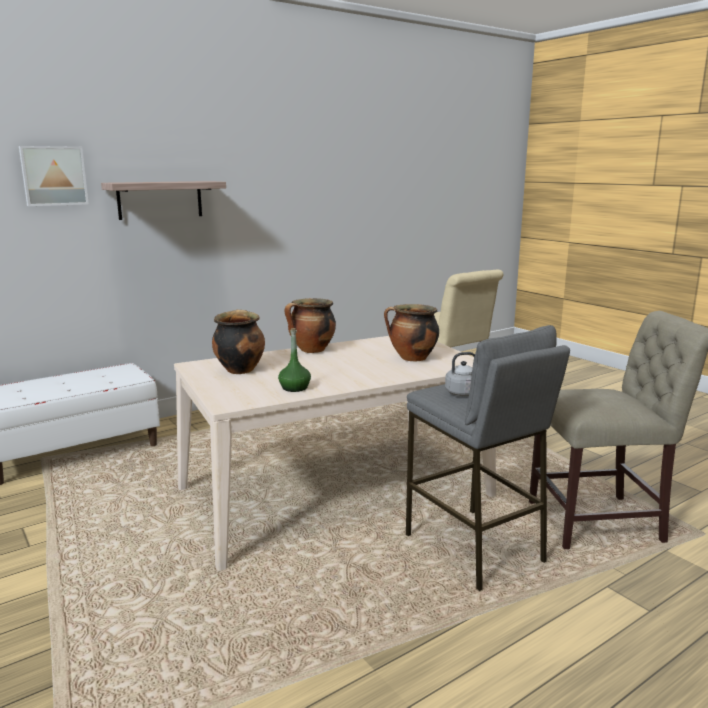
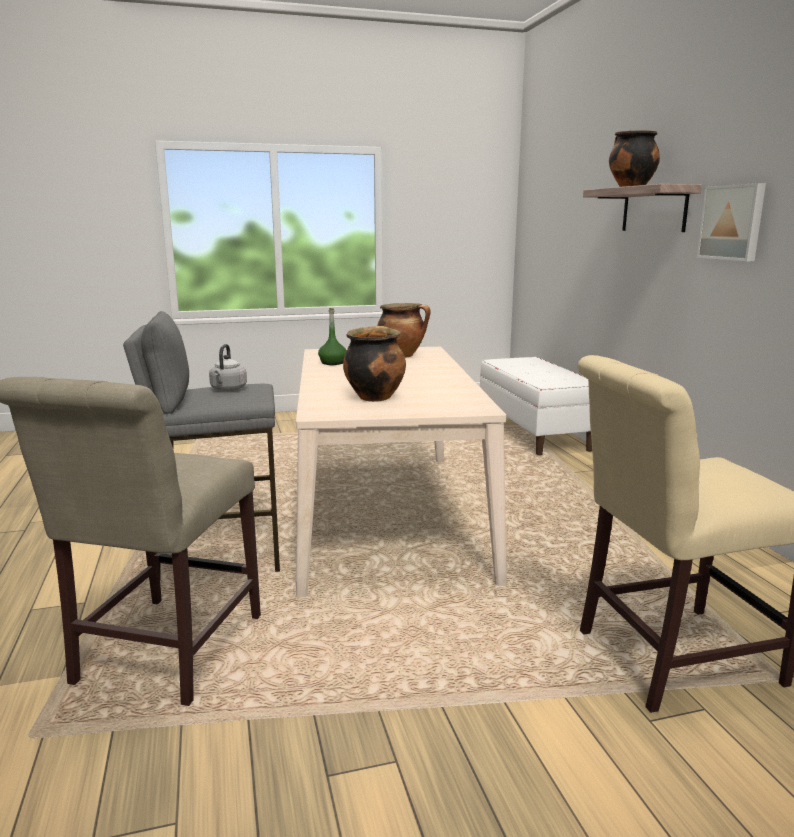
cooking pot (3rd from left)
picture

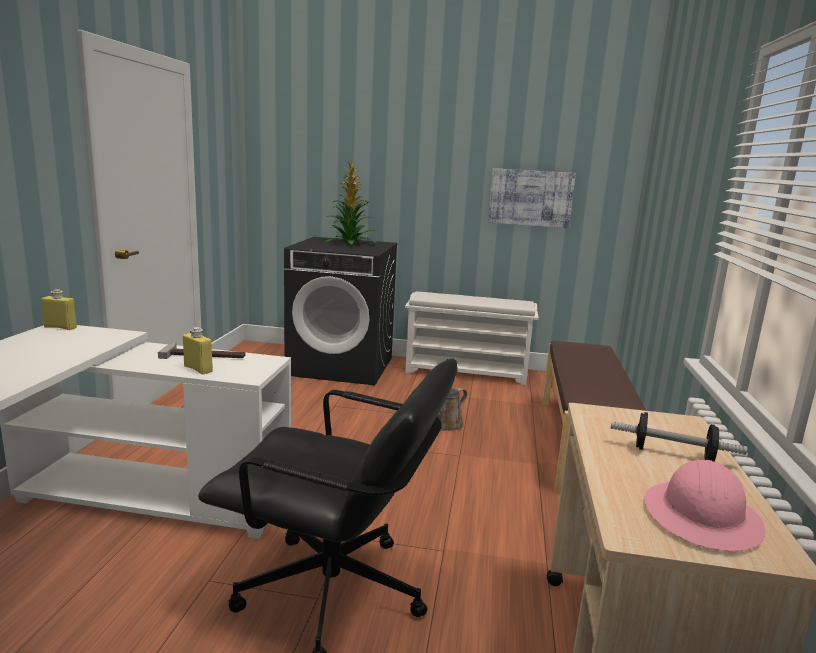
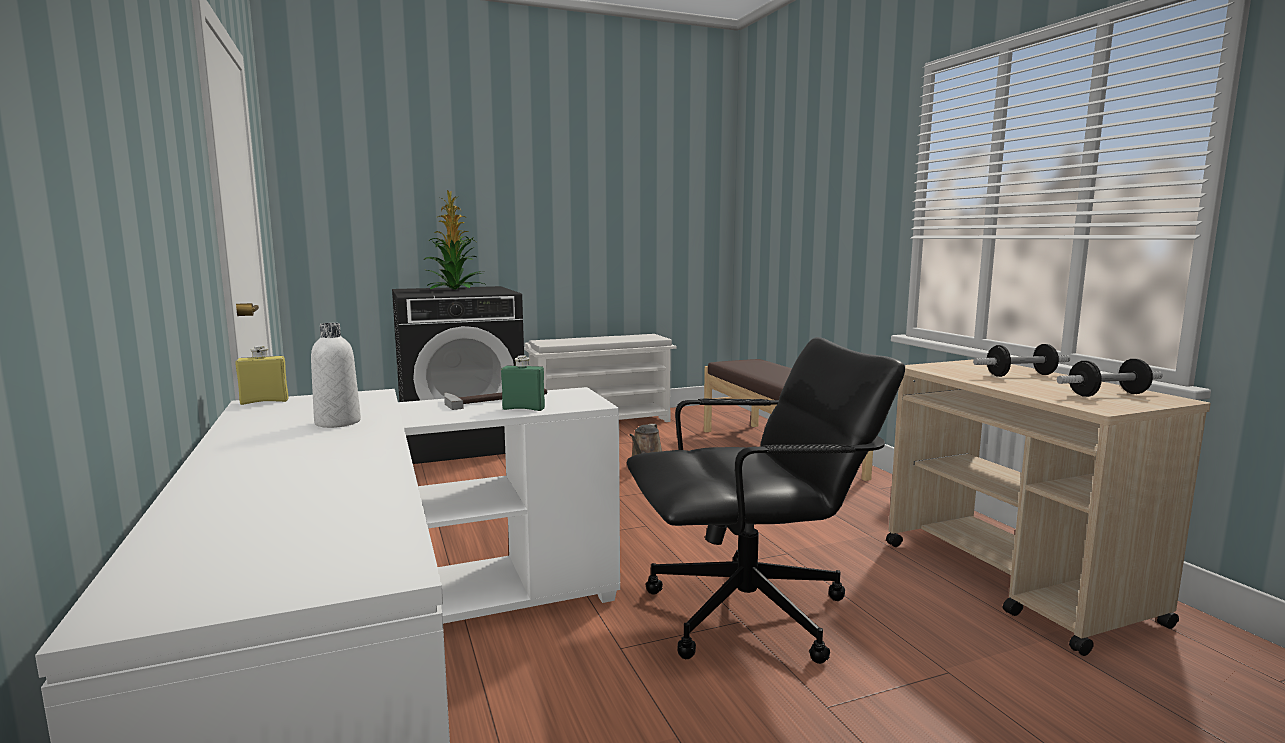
bottle (white)
bottle (green)
dumbbell (2nd from left)
picture

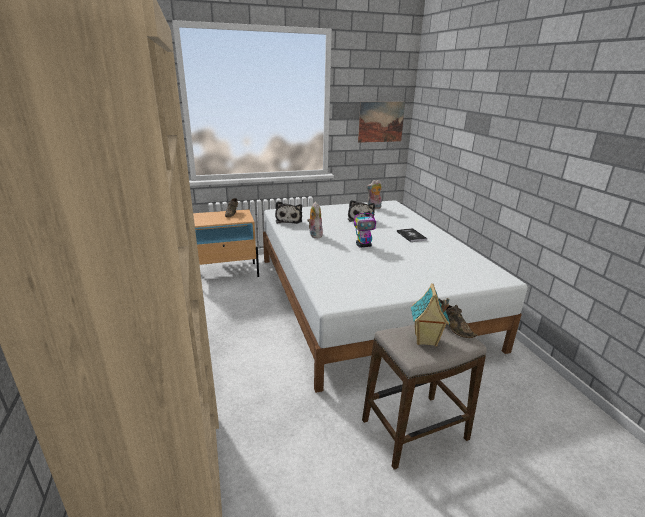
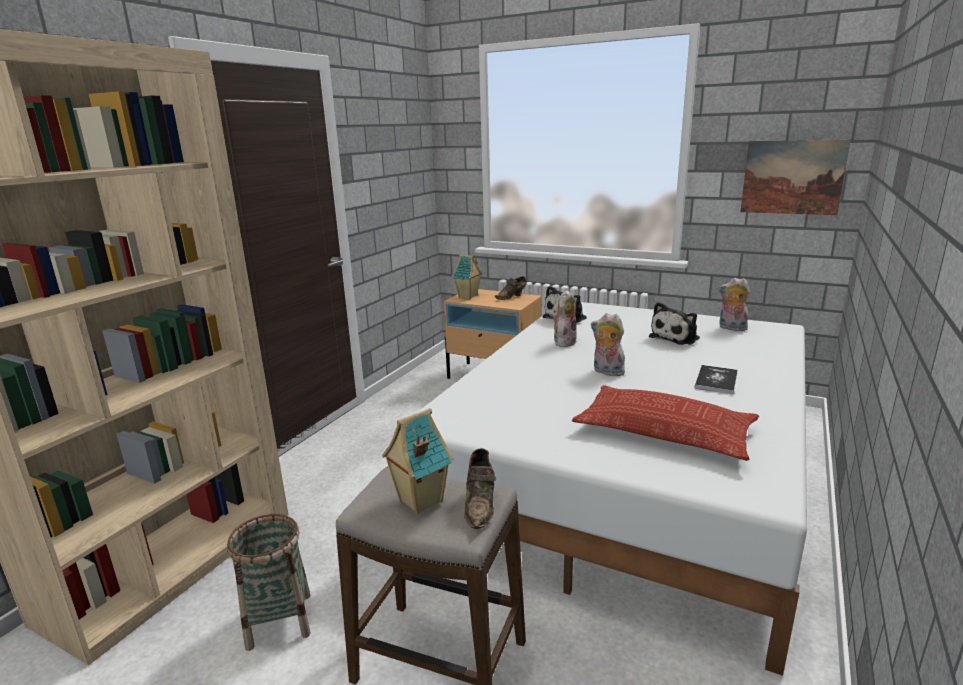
basket
toy house (2nd from left)
pillow
plush toy (3rd from left)

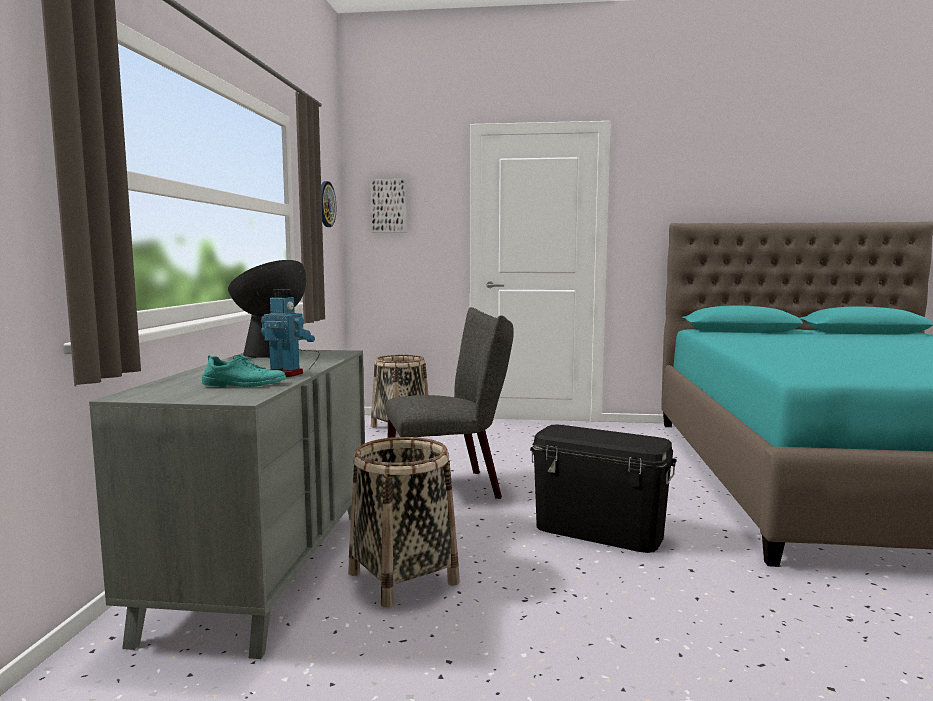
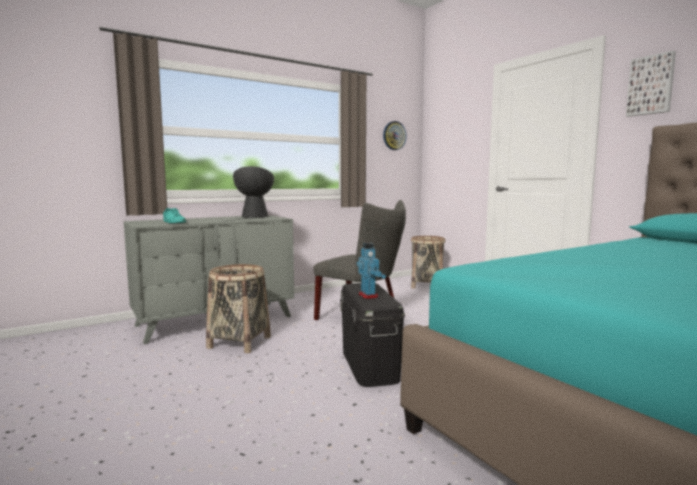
toy robot
picture

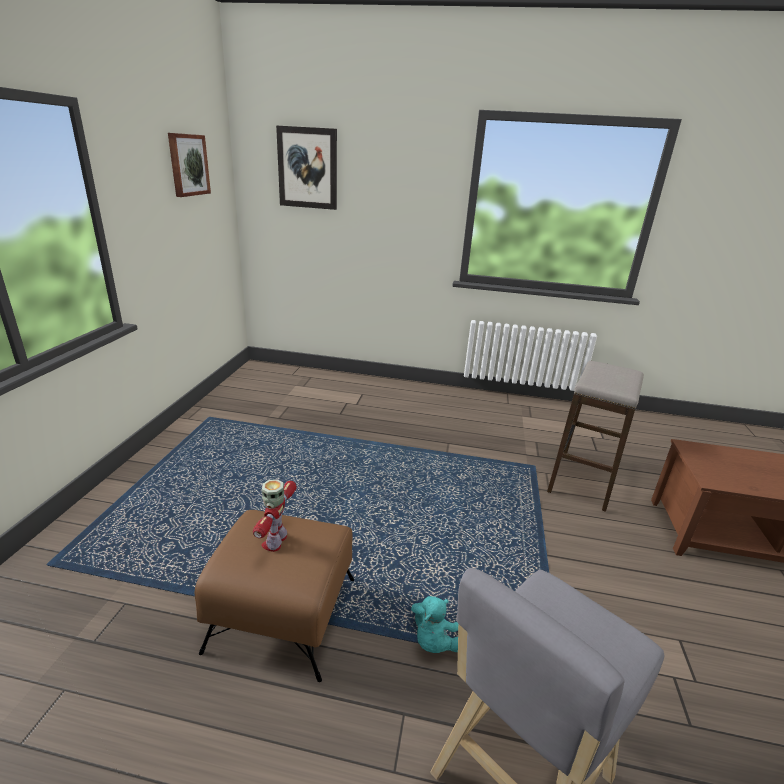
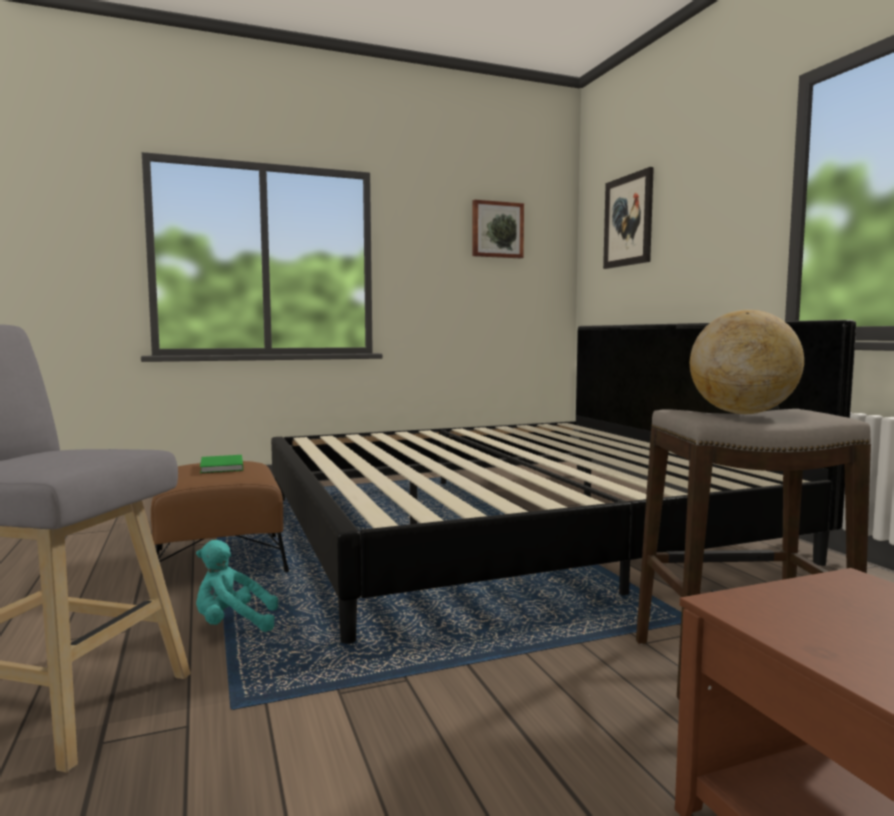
book (green)
bed
globe

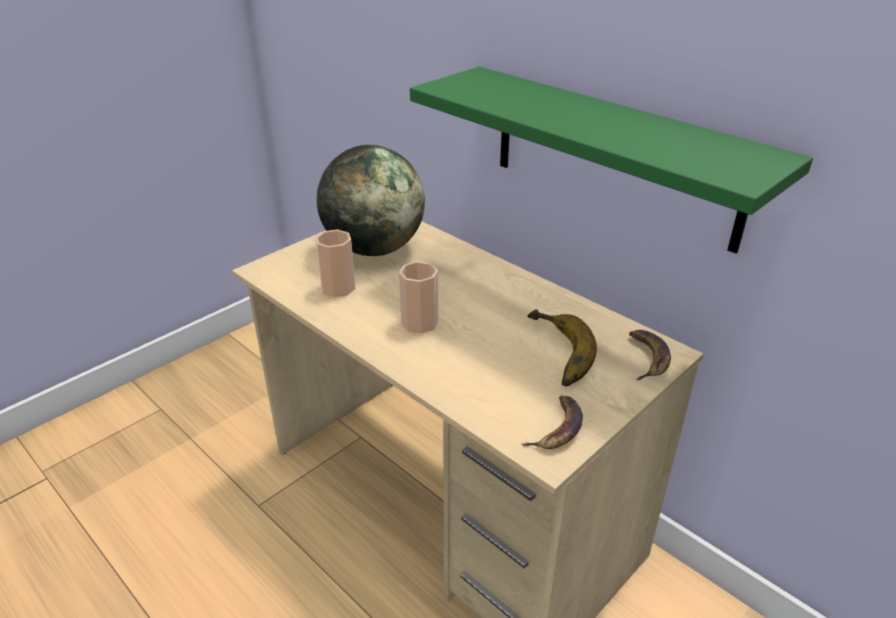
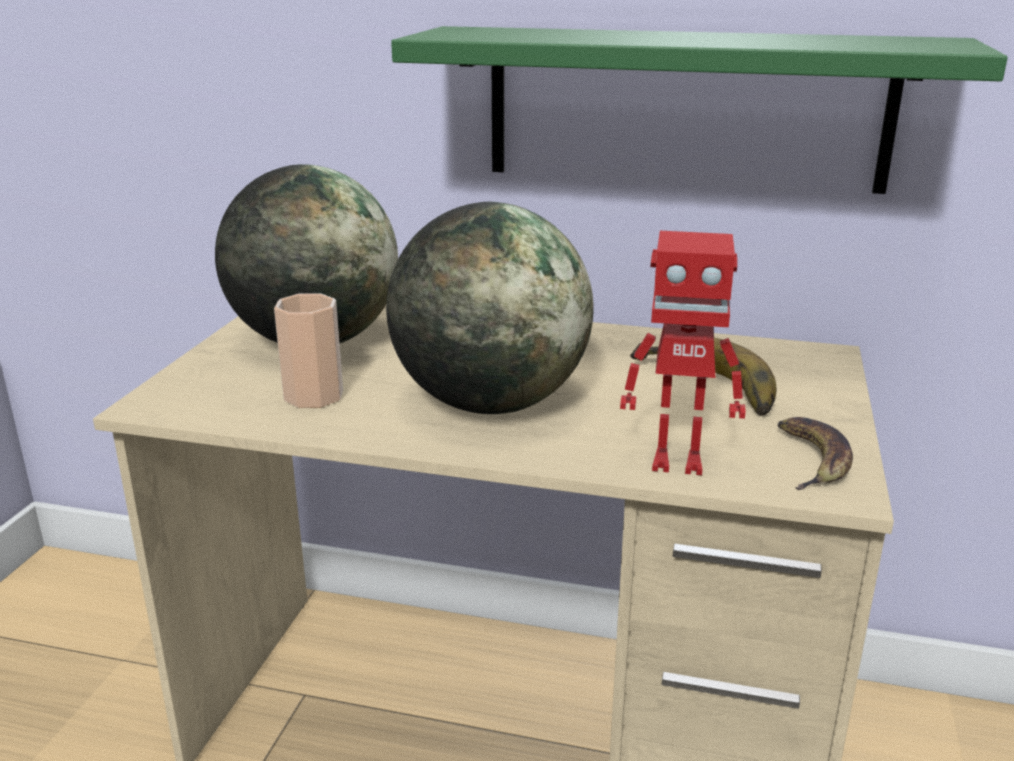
globe (2nd from left)
toy robot
banana (3rd from left in the first image)

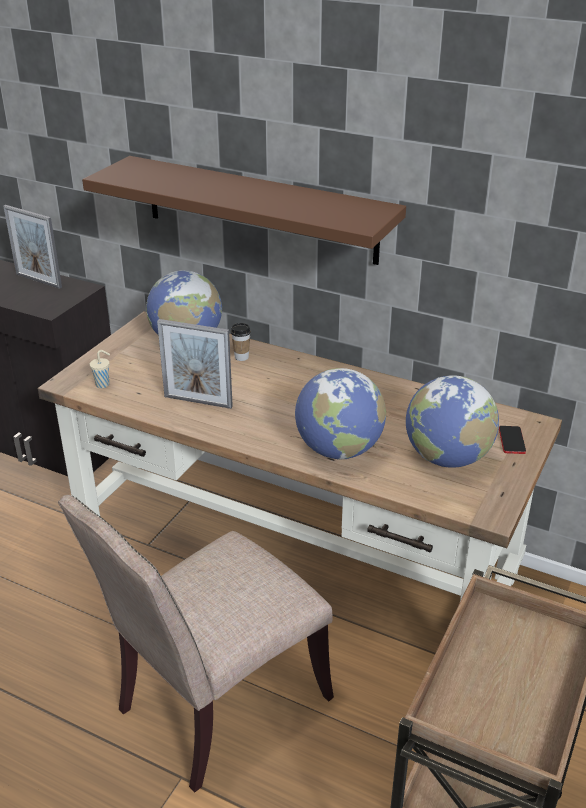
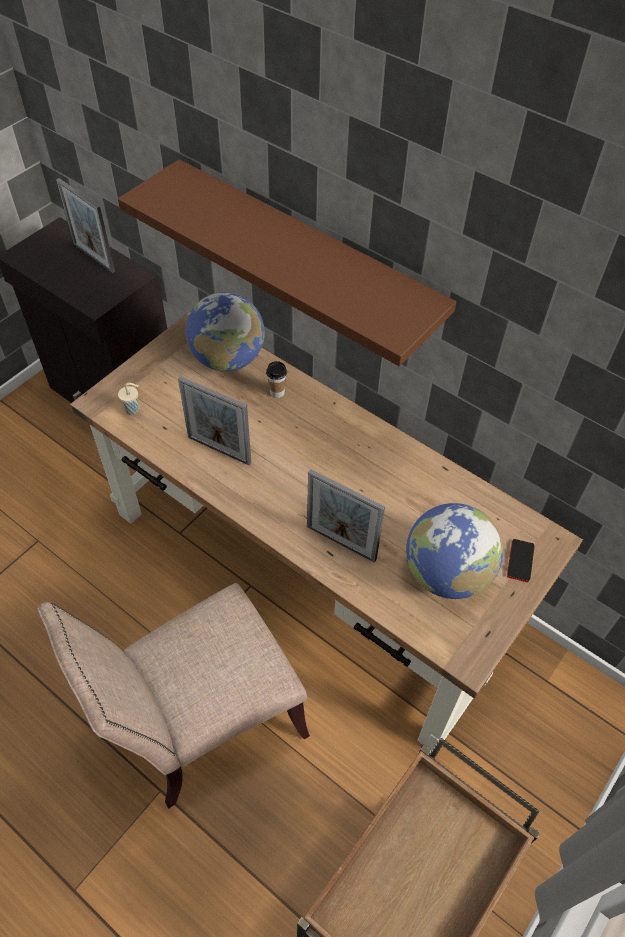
picture frame (3rd from left)

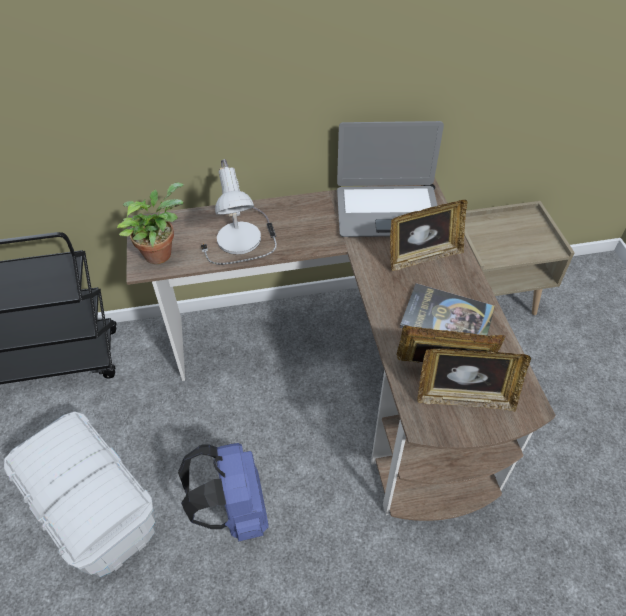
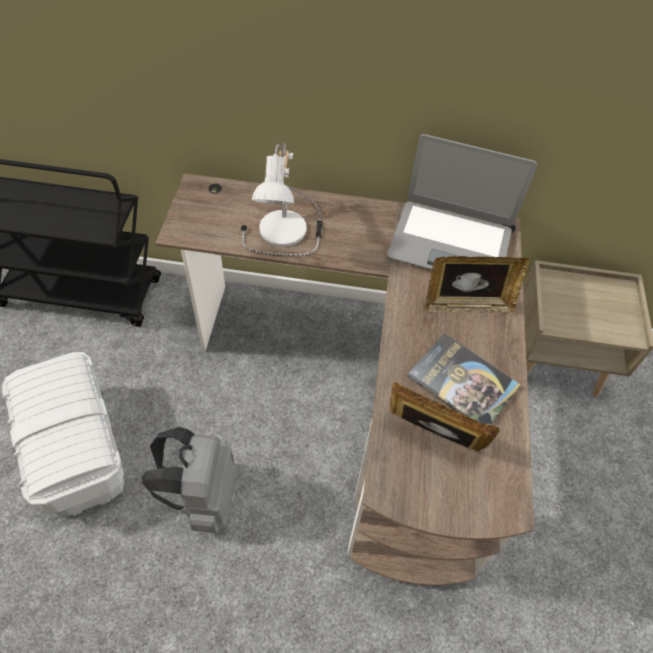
backpack (grey)
potted plant
picture frame (3rd from left in the first image)

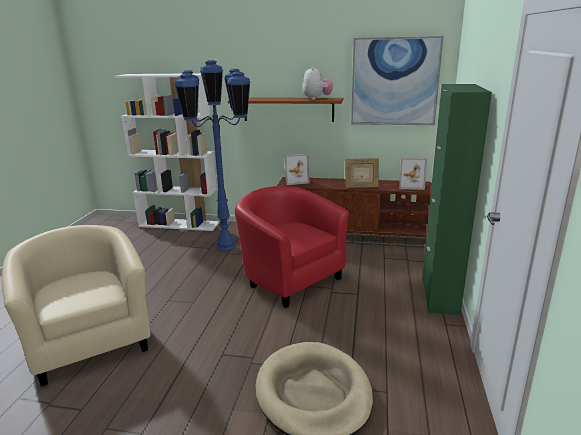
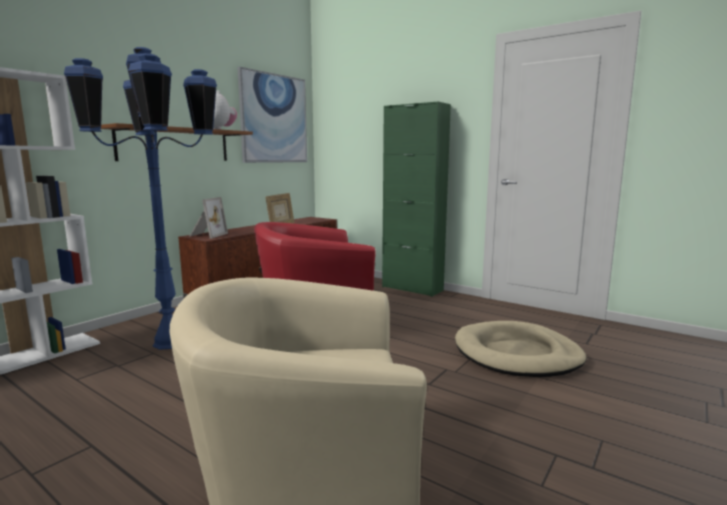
picture frame (3rd from left in the first image)

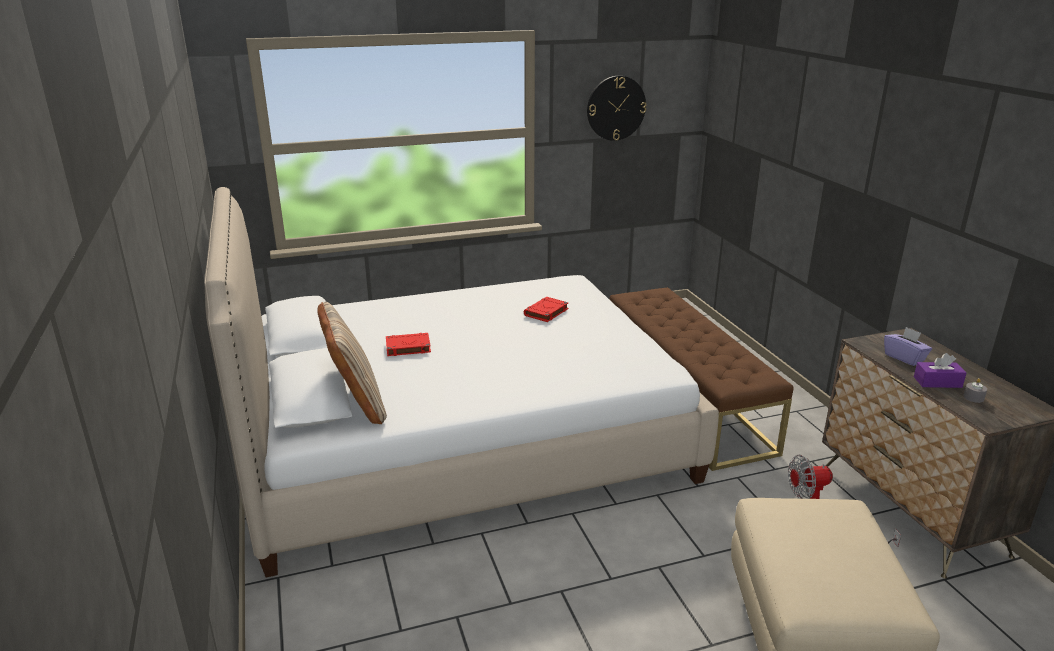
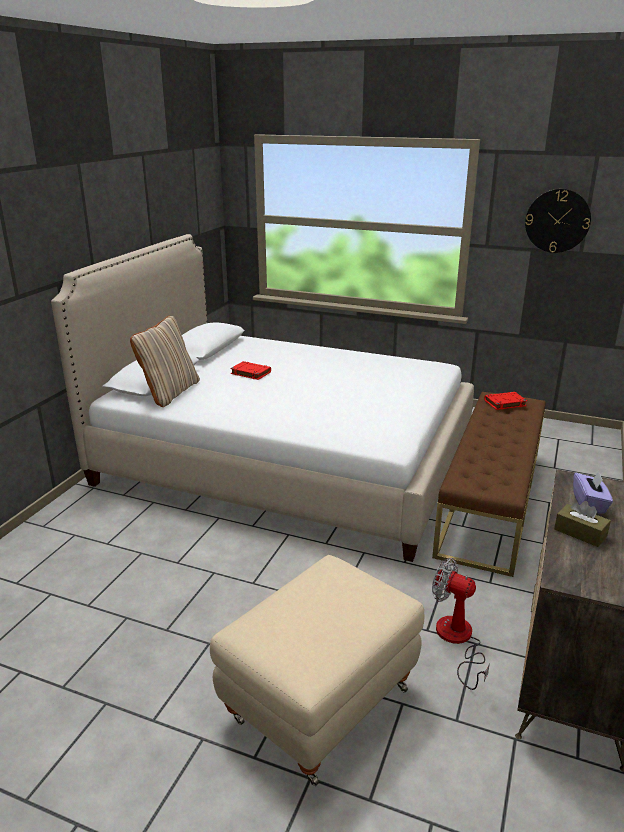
book (red) (2nd from left)
tissue box (brown)
candle (grey)

